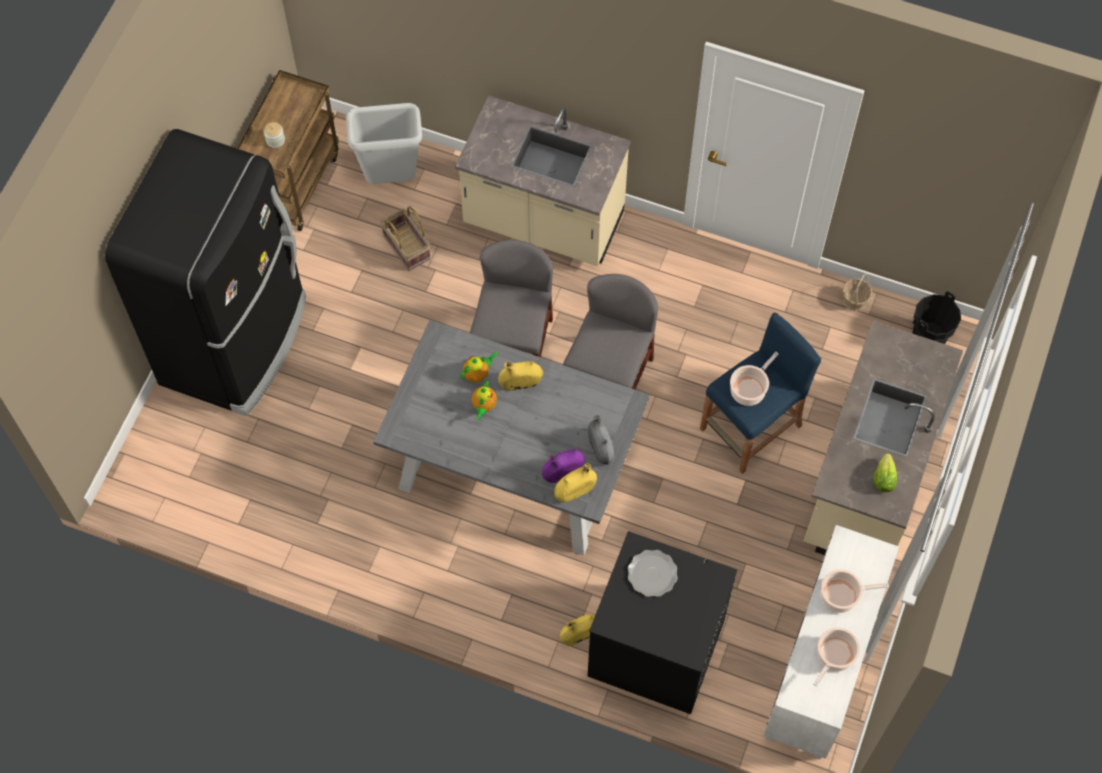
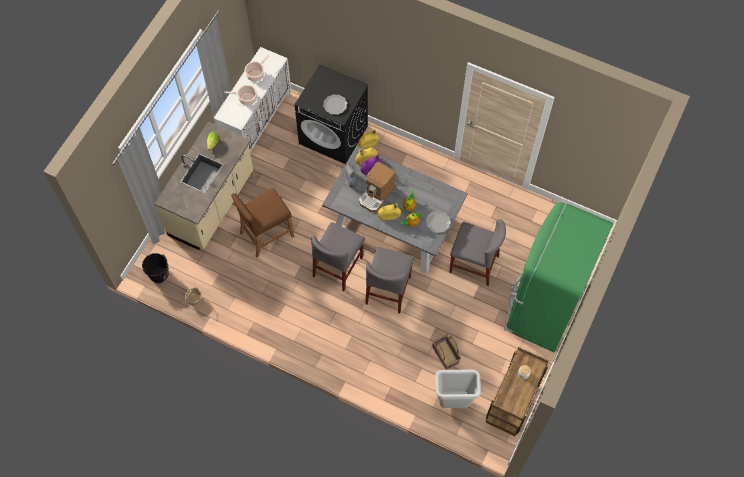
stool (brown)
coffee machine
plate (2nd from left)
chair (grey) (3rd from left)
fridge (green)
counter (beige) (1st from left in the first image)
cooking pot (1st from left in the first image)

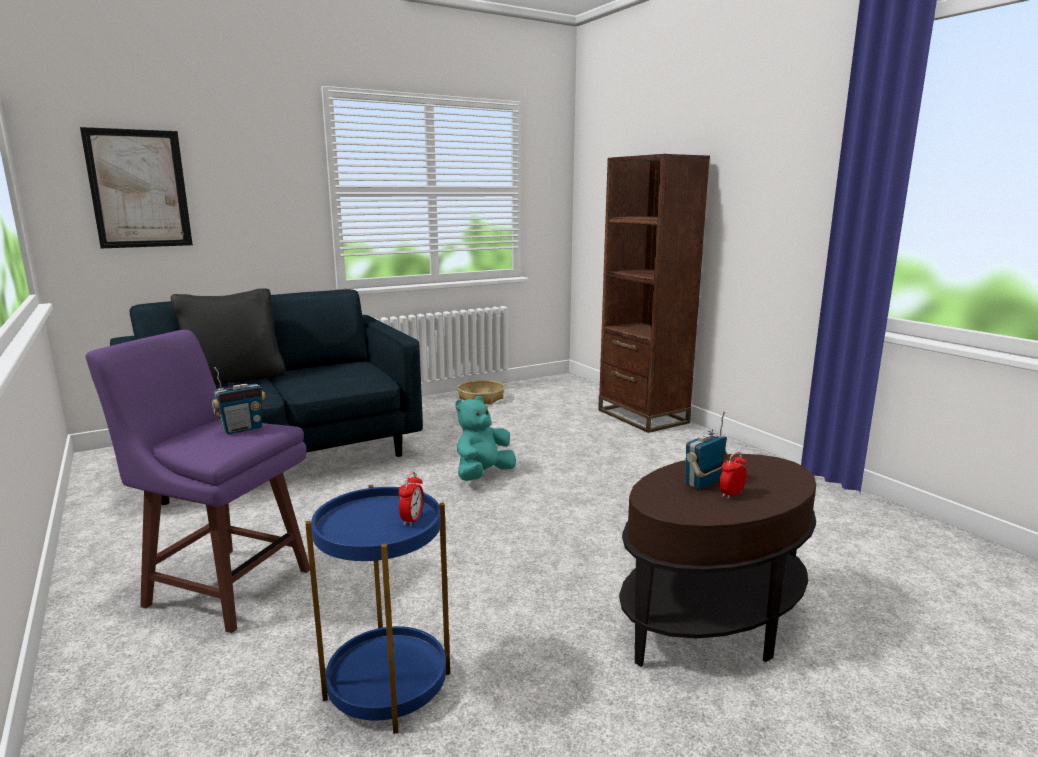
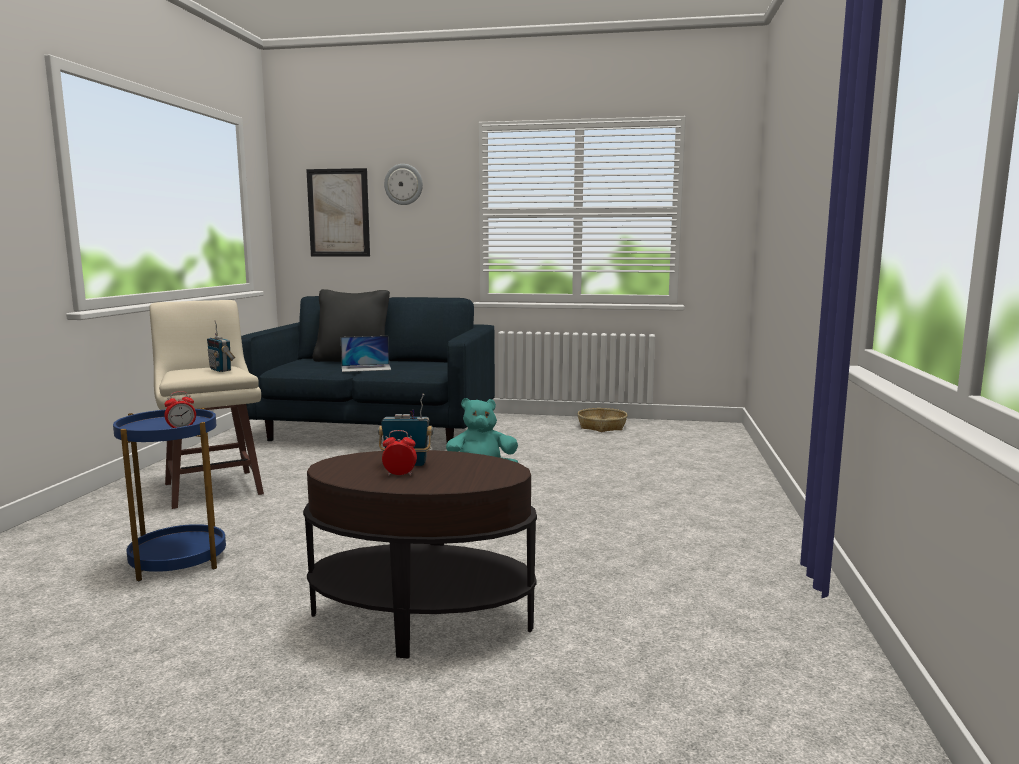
stool (beige)
radio (1st from left)
laptop
wall clock
bookcase (brown)

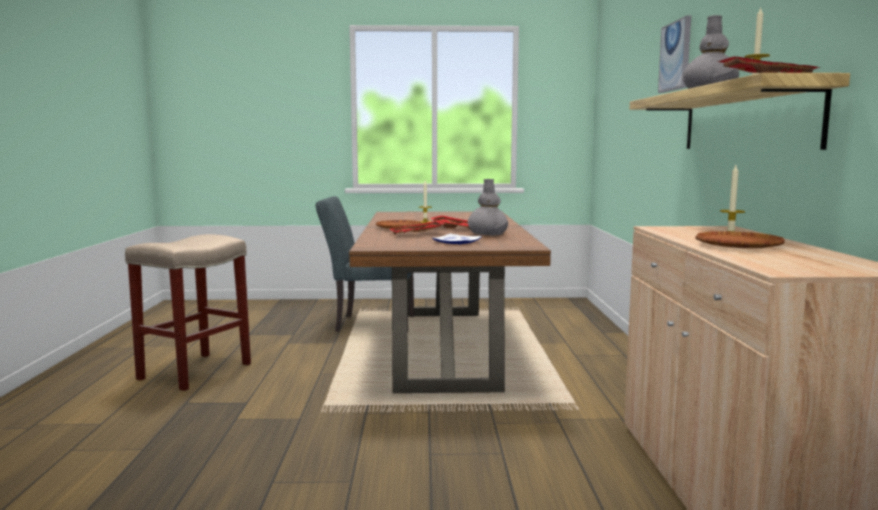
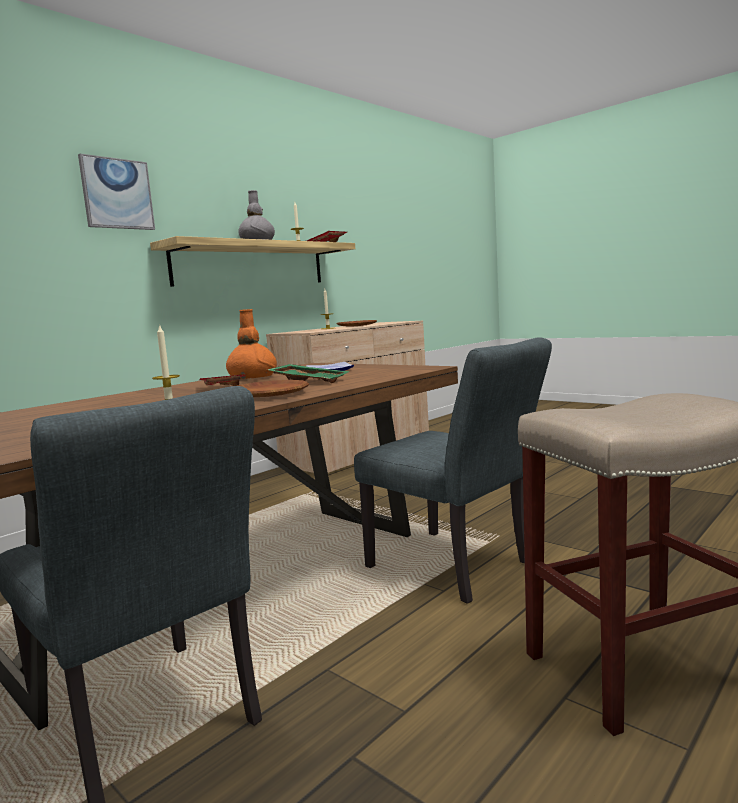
vase (orange)
tray (green)
chair (grey) (2nd from left)

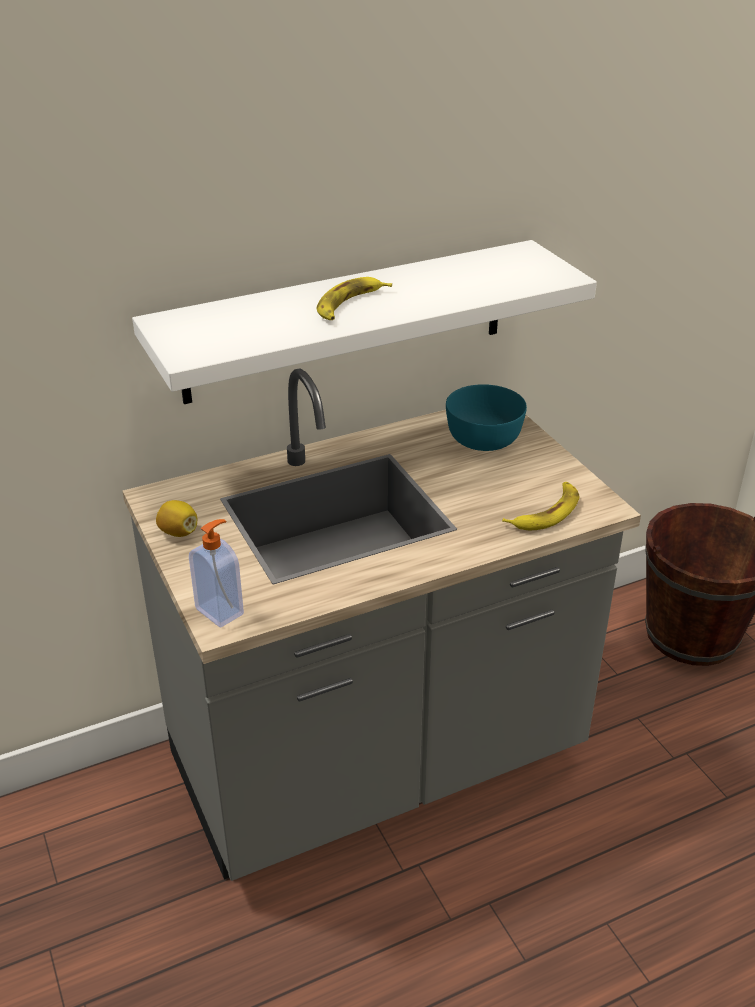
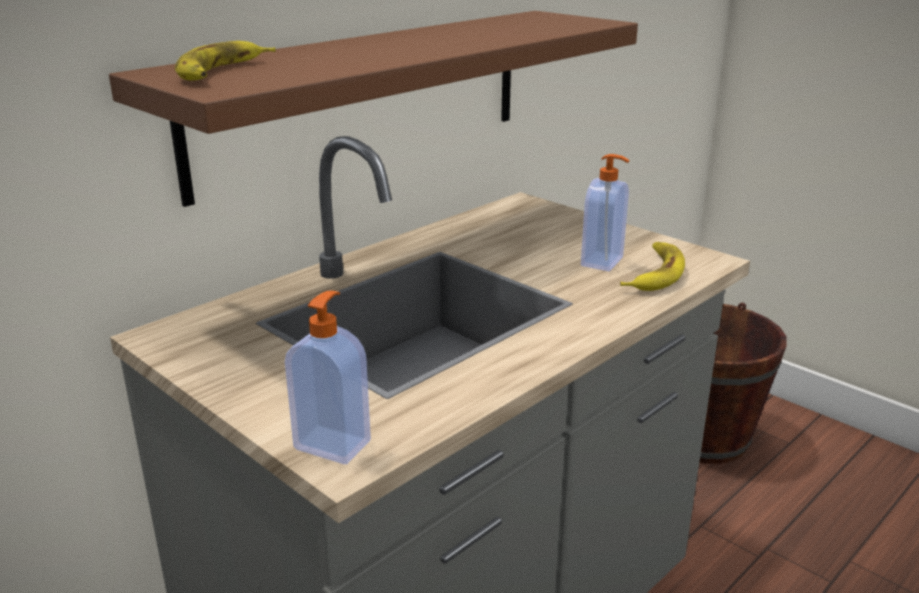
shelf (brown)
banana (1st from left)
soap dispenser (2nd from left)
lemon
bowl (turquoise)

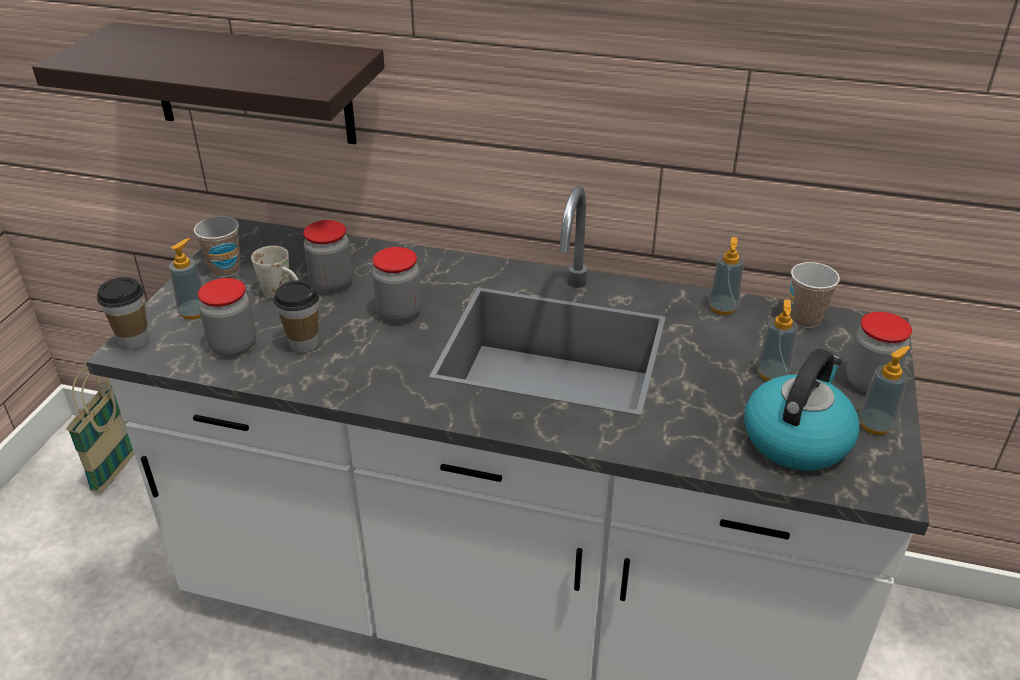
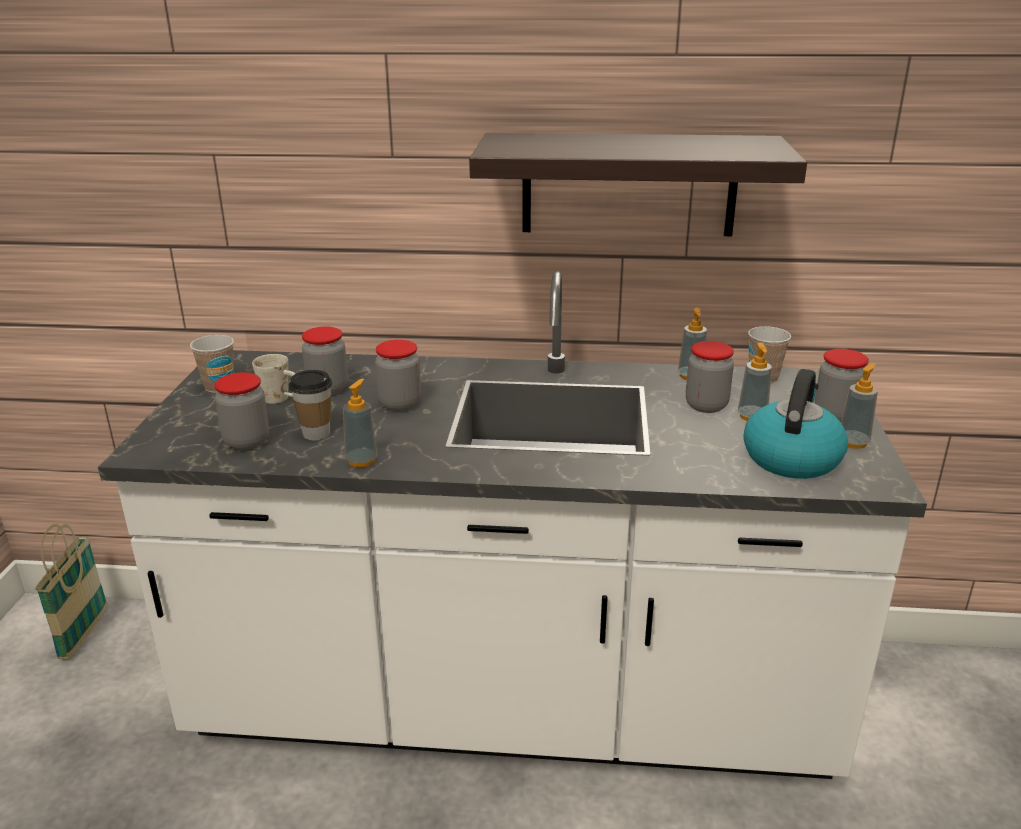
soap dispenser (1st from left)
shelf
jar (4th from left)
cup (1st from left in the first image)

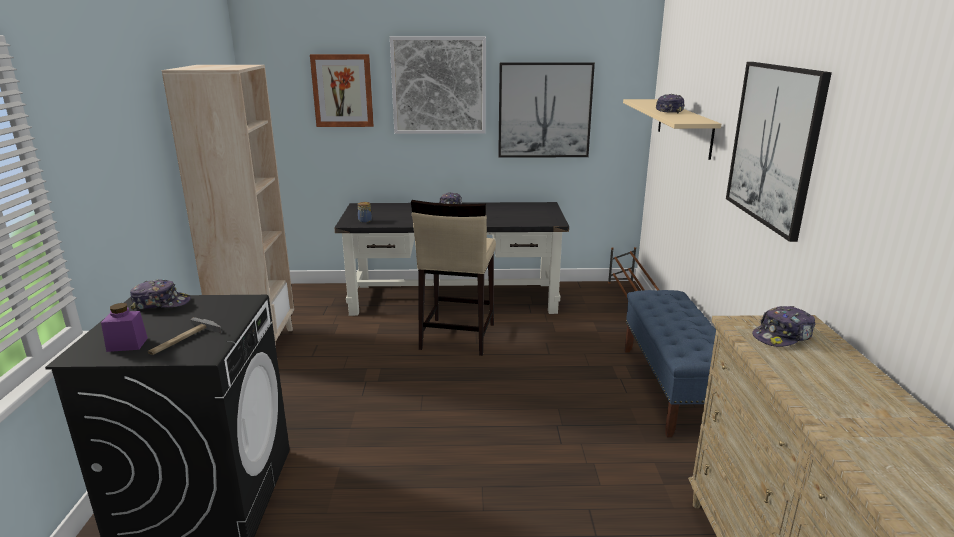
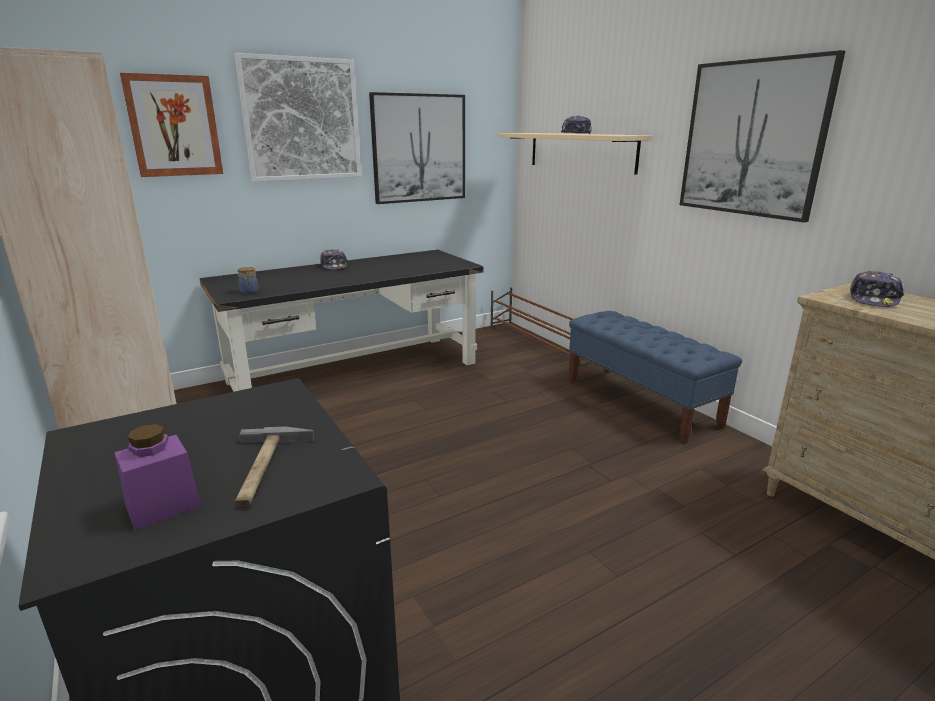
cap (1st from left in the first image)
stool (beige)

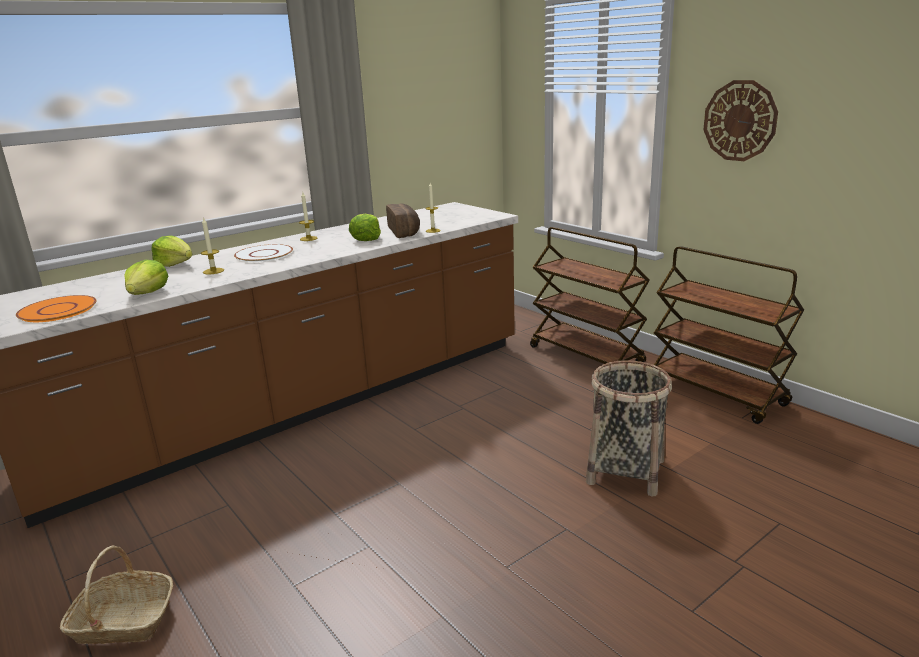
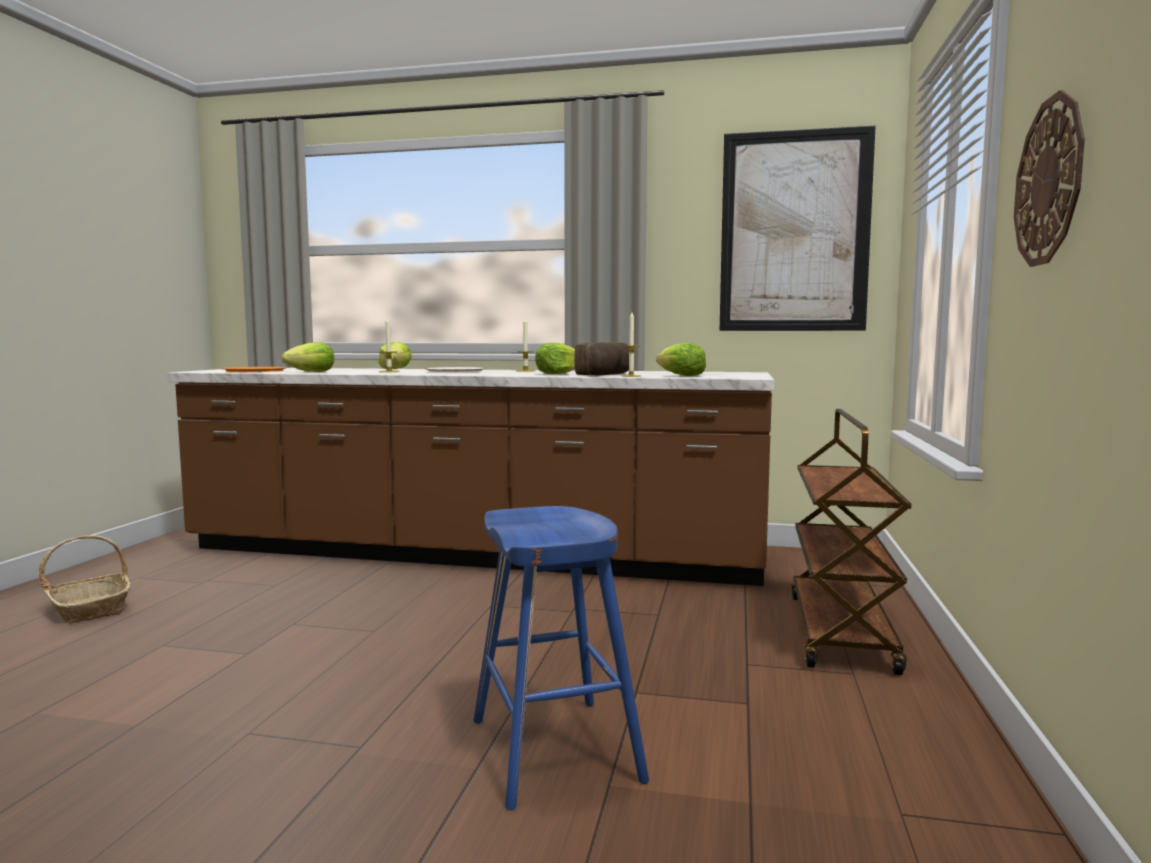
stool (blue)
lettuce (4th from left)
picture
cart (brown) (2nd from left in the first image)

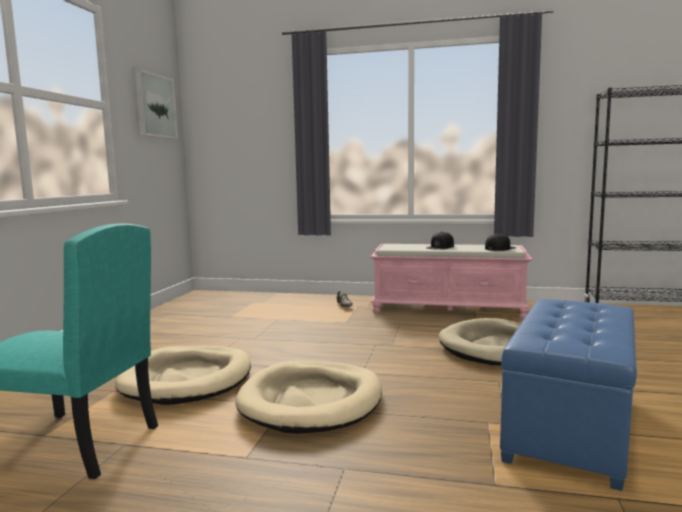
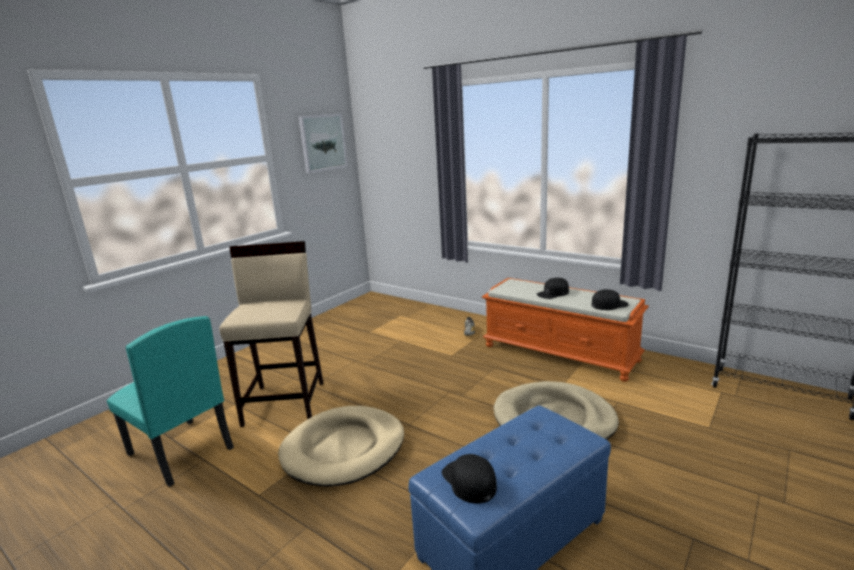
stool (beige)
cap (black) (1st from left)
bench (orange)

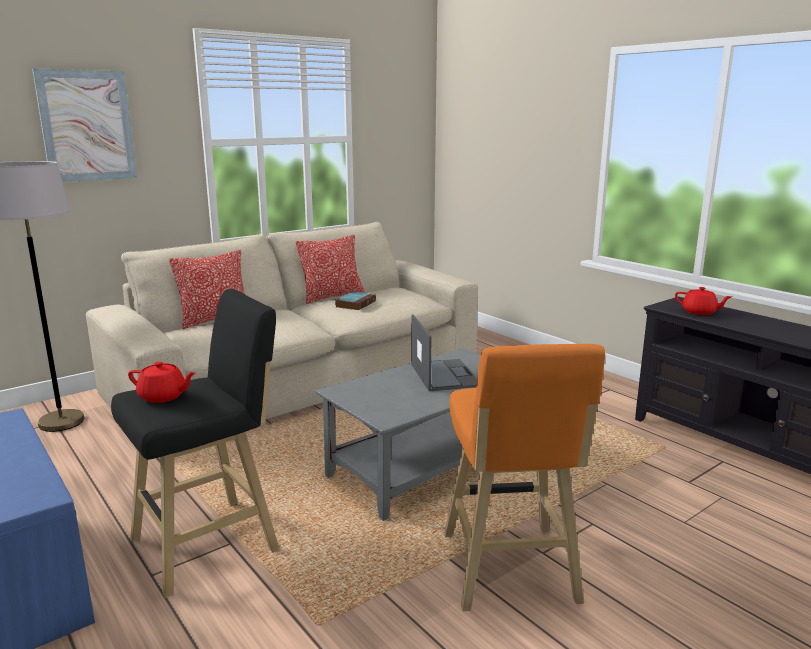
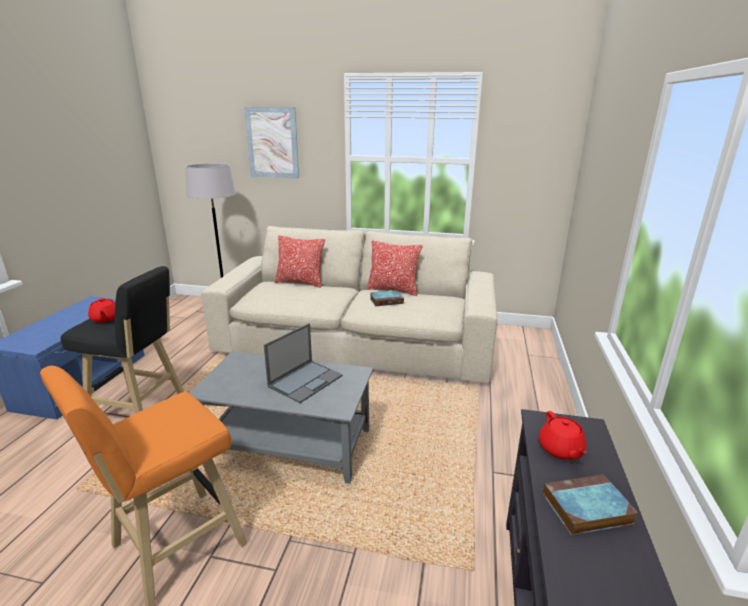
book (2nd from left)

